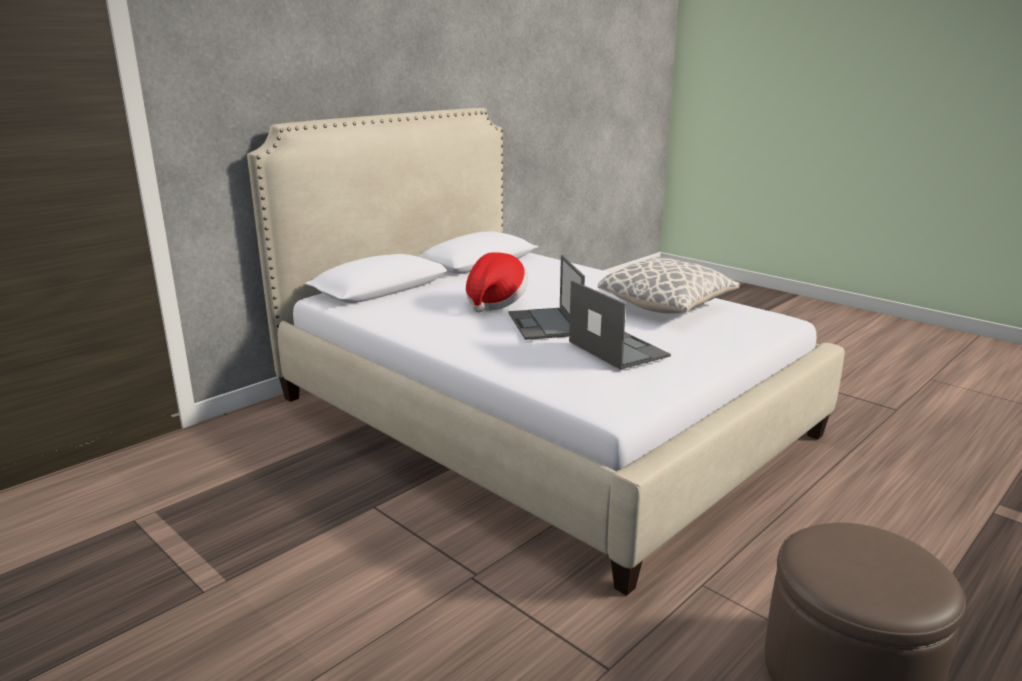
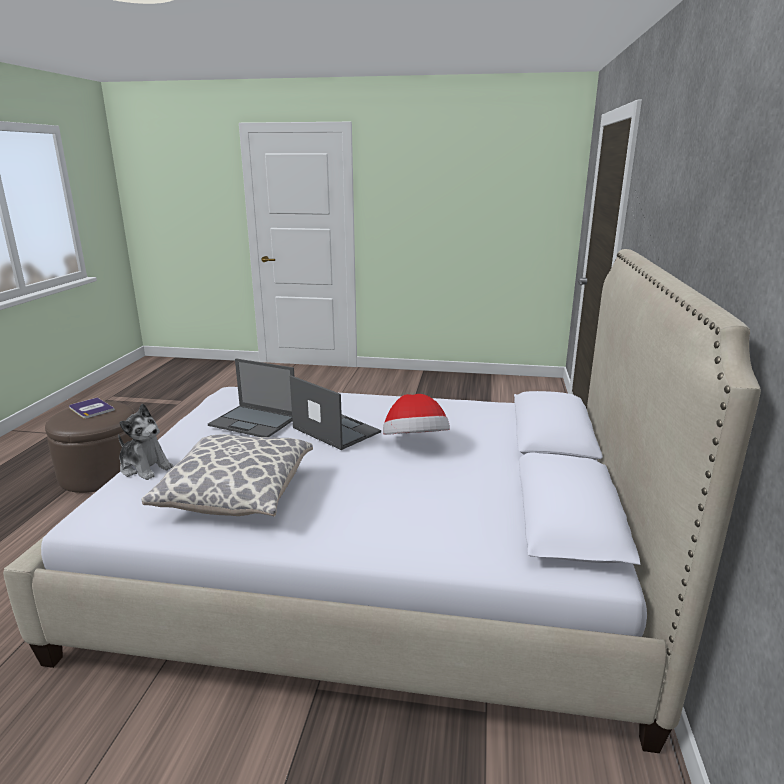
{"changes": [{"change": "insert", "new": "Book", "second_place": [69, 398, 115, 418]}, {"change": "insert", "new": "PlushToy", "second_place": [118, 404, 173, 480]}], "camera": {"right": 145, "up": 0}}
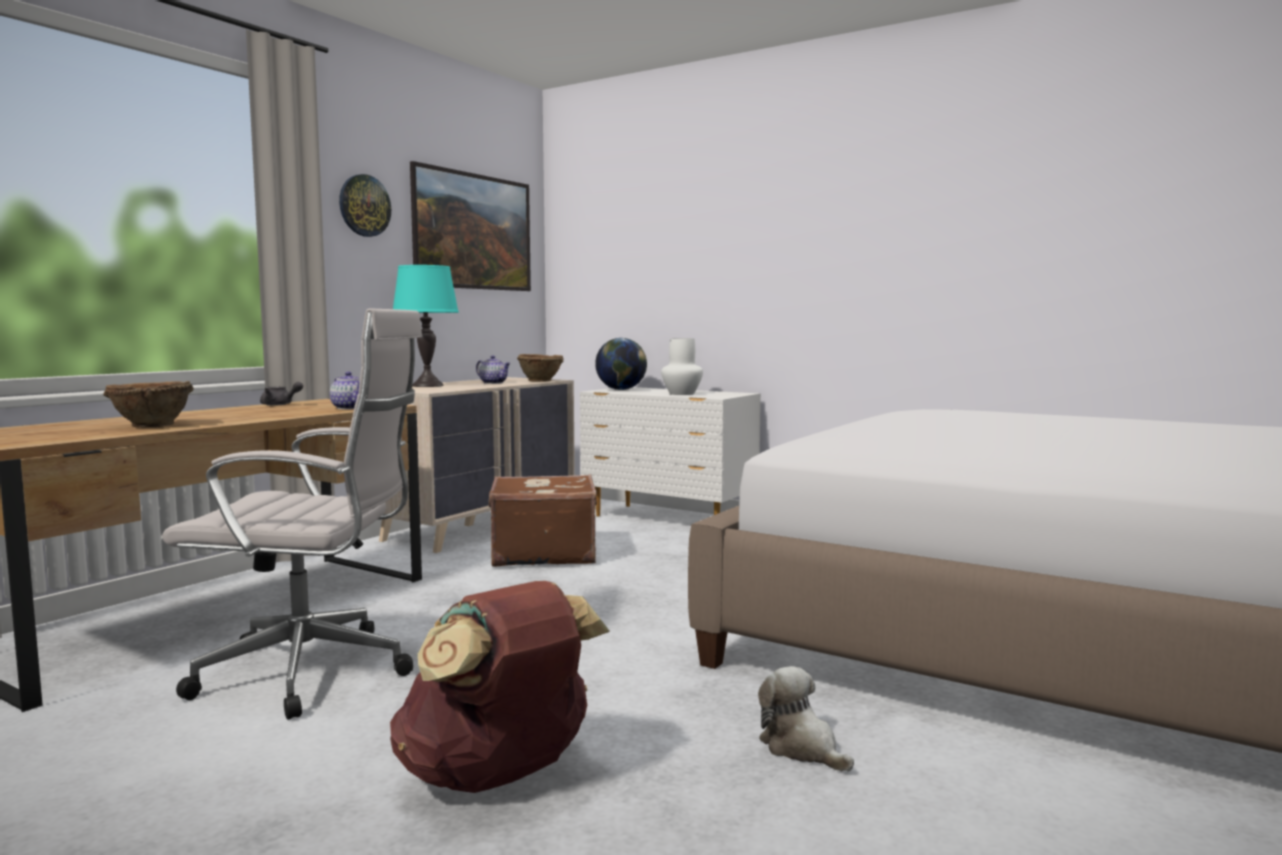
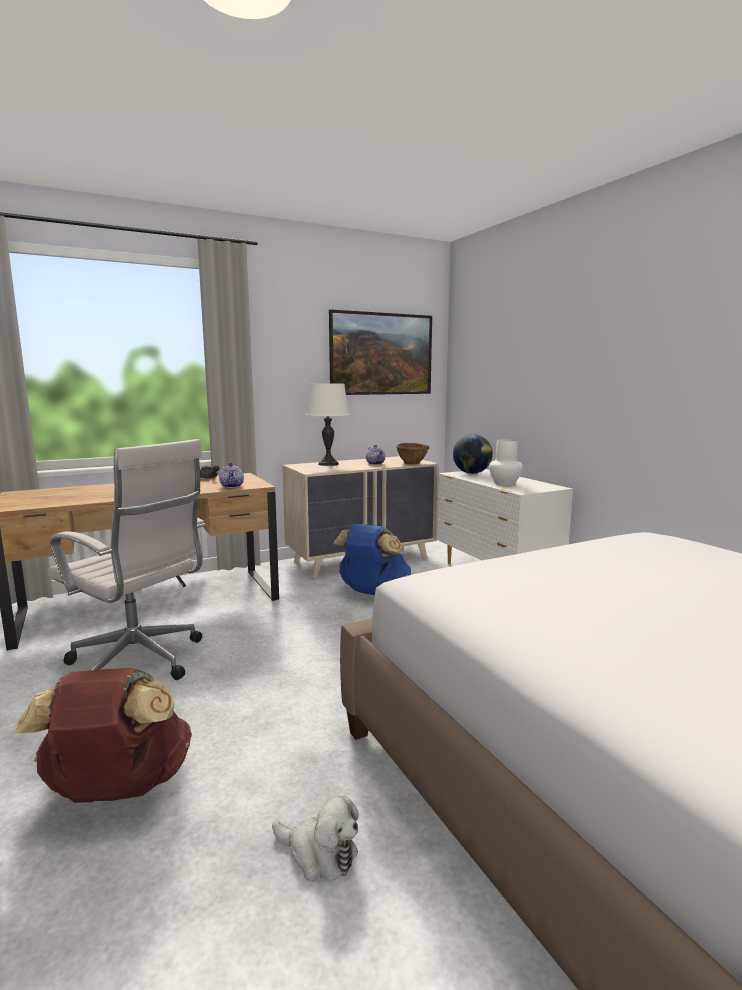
{"changes": [{"change": "delete", "old": "BrownBowl", "first_place": [103, 381, 194, 428]}, {"change": "delete", "old": "WallClock", "first_place": [339, 174, 391, 237]}, {"change": "replace", "old": "BrownSuitcase", "new": "BlueBackpack", "first_place": [489, 474, 597, 567], "second_place": [333, 524, 411, 595]}, {"change": "recolor", "old": "TurquoiseTableLamp", "new": "WhiteTableLamp", "first_place": [393, 265, 459, 387], "second_place": [306, 384, 350, 466]}, {"change": "rotate", "old": "PlushToy", "first_place": [758, 666, 854, 772], "second_place": [272, 796, 359, 881], "degrees": 120}], "camera": {"right": 30, "up": 5}}
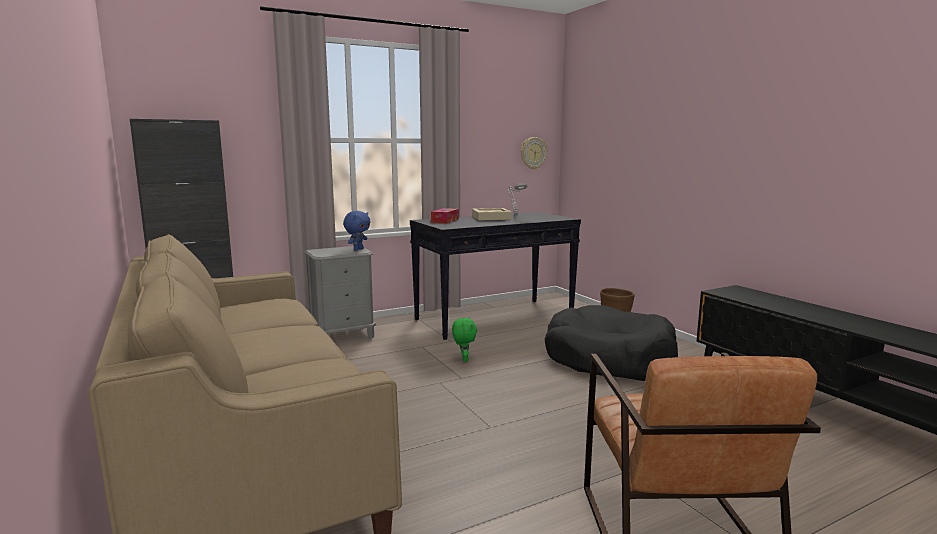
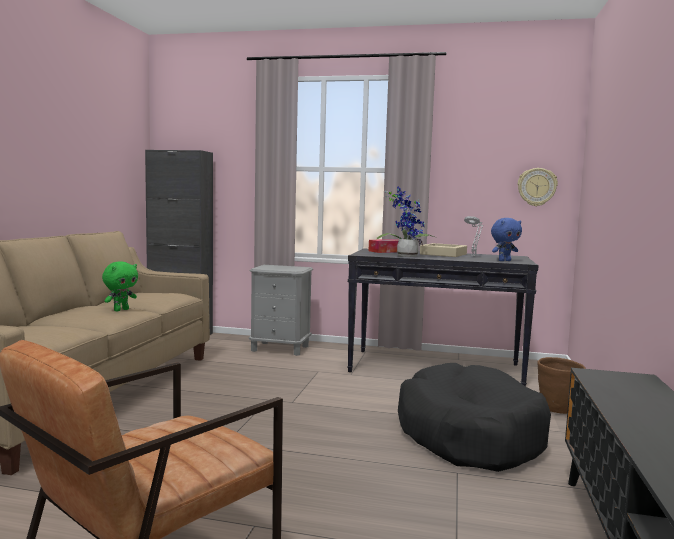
{"changes": [{"change": "insert", "new": "PottedPlant", "second_place": [376, 186, 436, 257]}, {"change": "move", "old": "BluePlushToy", "first_place": [343, 211, 370, 251], "second_place": [491, 218, 522, 261]}, {"change": "move", "old": "GreenPlushToy", "first_place": [452, 317, 477, 362], "second_place": [102, 262, 138, 311]}], "camera": {"right": 40, "up": -5}}
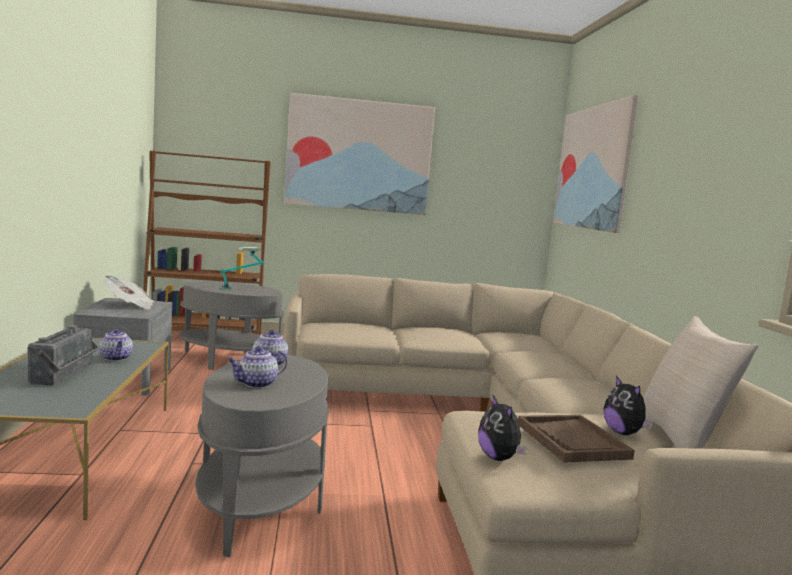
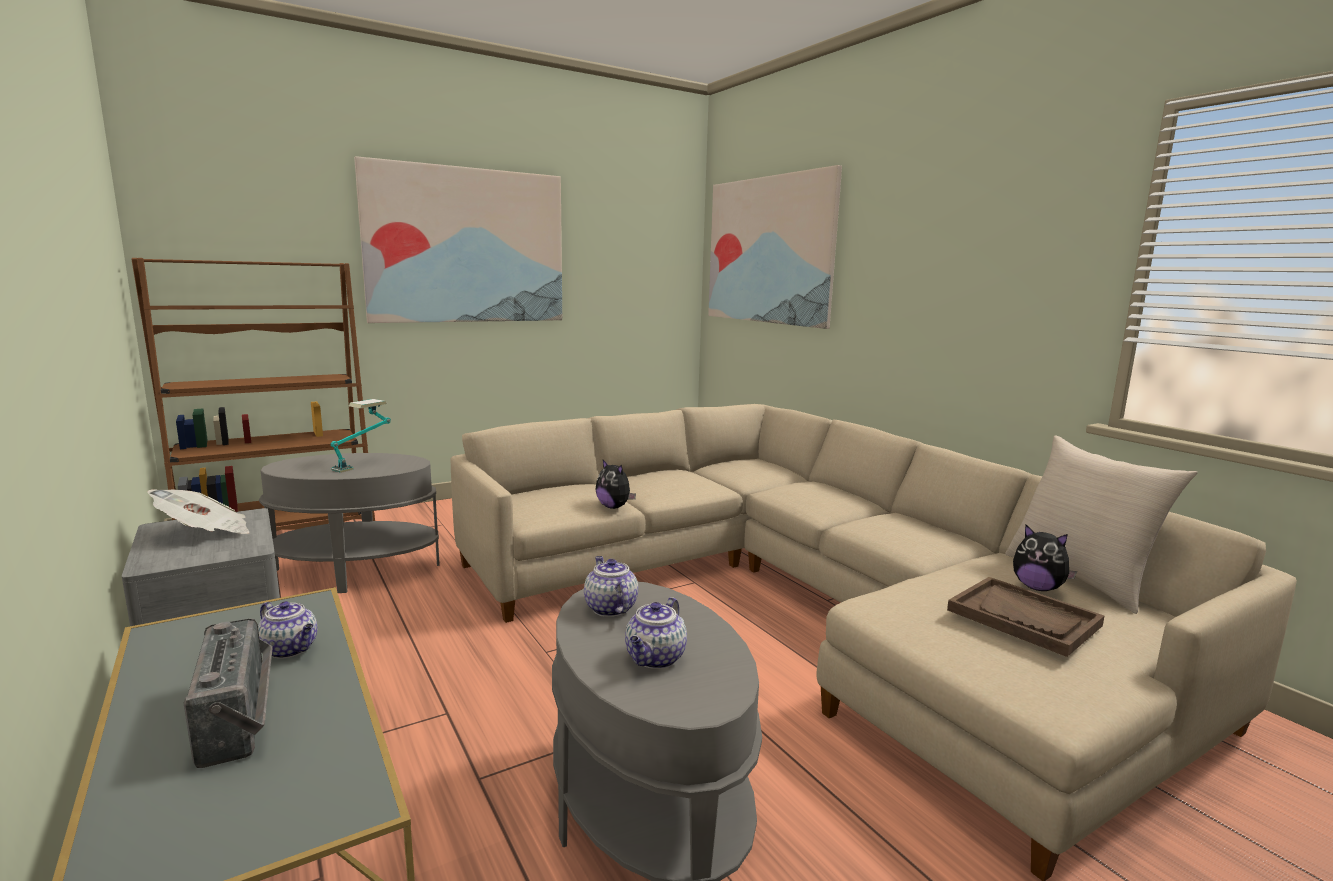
{"changes": [{"change": "move", "old": "PlushToy", "first_place": [478, 395, 526, 461], "second_place": [596, 460, 636, 509]}], "camera": {"right": -25, "up": 5}}
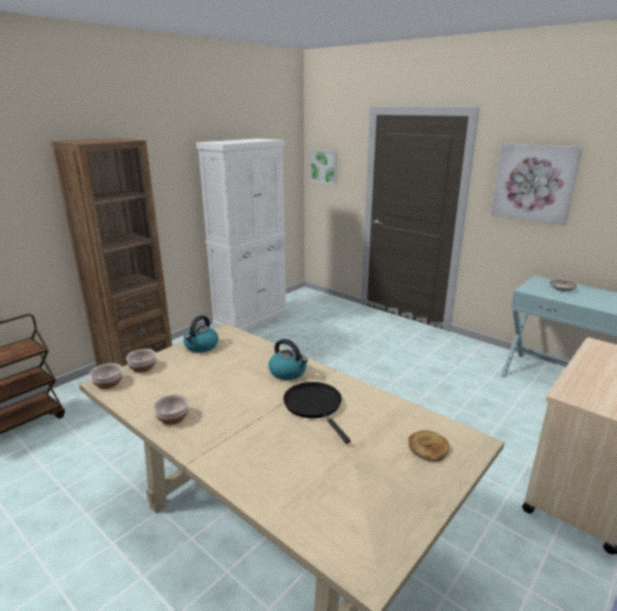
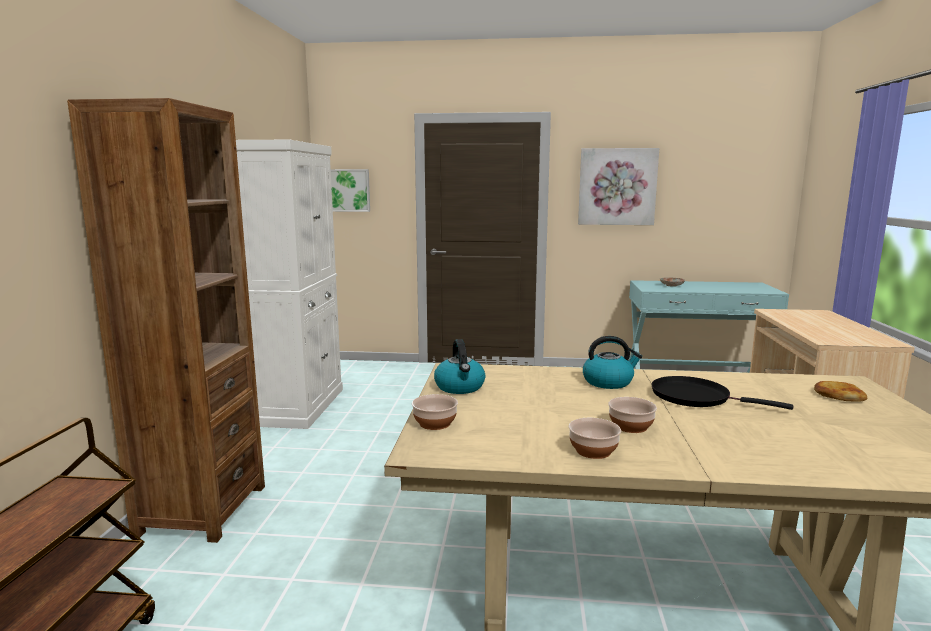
{"changes": [{"change": "move", "old": "Bowl", "first_place": [90, 363, 122, 389], "second_place": [608, 397, 657, 433]}], "camera": {"right": -35, "up": -10}}
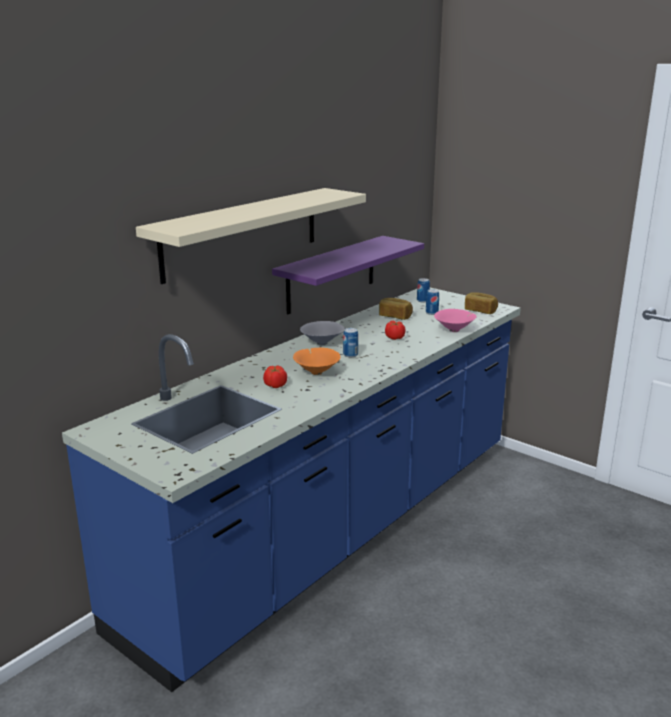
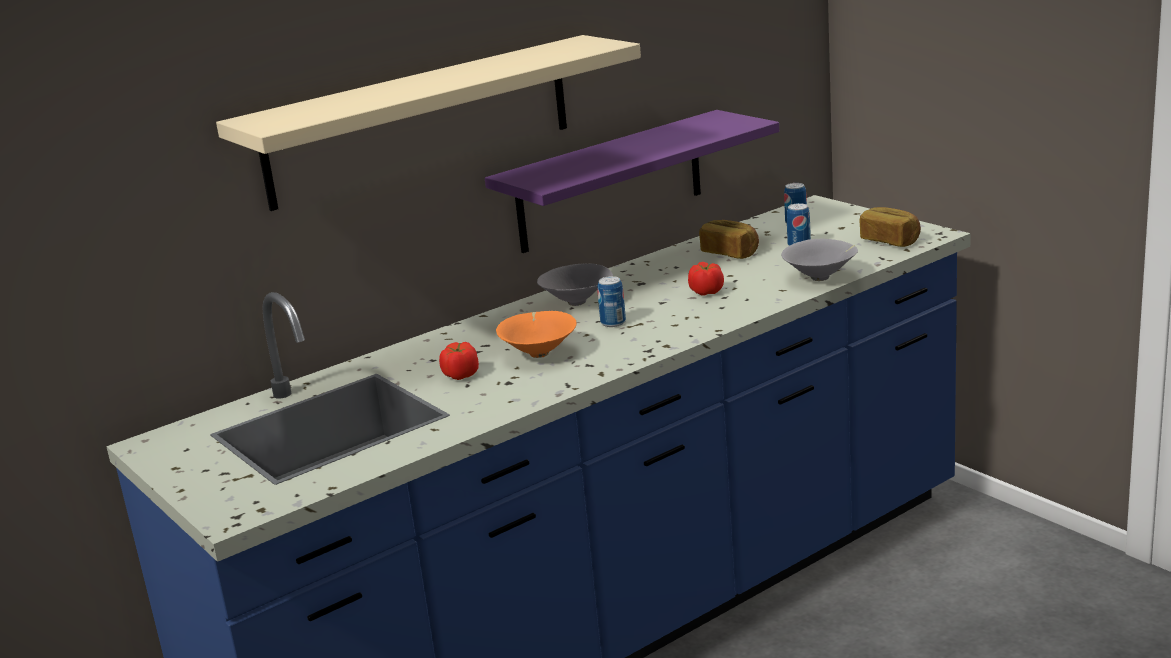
{"changes": [{"change": "recolor", "old": "PinkBowl", "new": "GreyBowl", "first_place": [434, 309, 477, 332], "second_place": [781, 239, 858, 281]}], "camera": {"right": 15, "up": 0}}
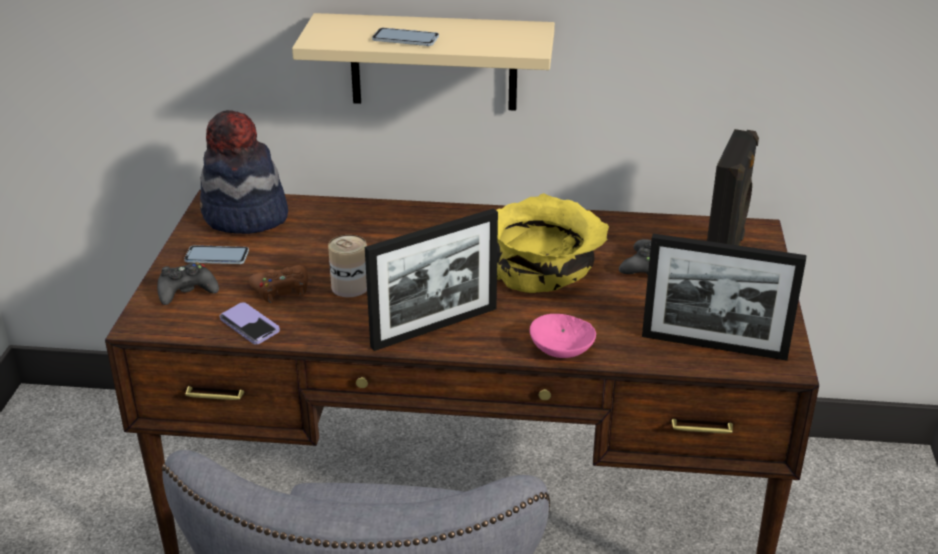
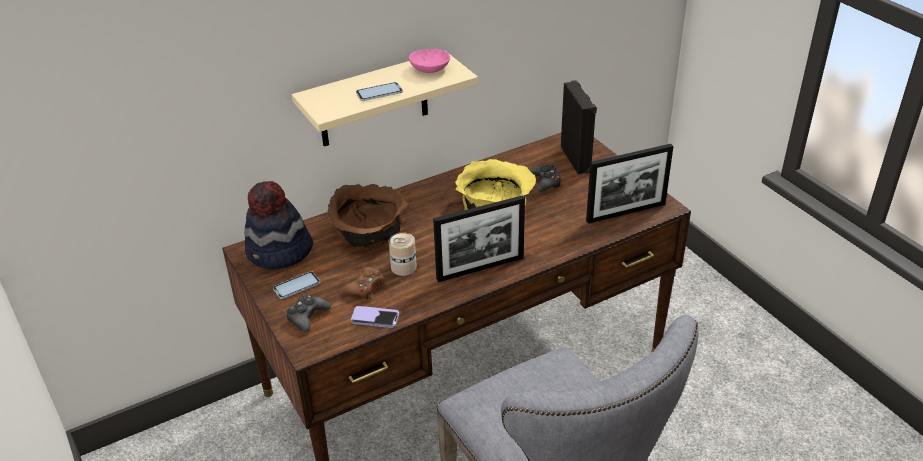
{"changes": [{"change": "insert", "new": "BrownBowl", "second_place": [327, 184, 408, 248]}, {"change": "move", "old": "PinkBowl", "first_place": [530, 314, 596, 358], "second_place": [409, 49, 450, 73]}, {"change": "rotate", "old": "PictureFrame", "first_place": [365, 208, 498, 351], "second_place": [433, 195, 525, 282], "degrees": 45}], "camera": {"right": -35, "up": 5}}
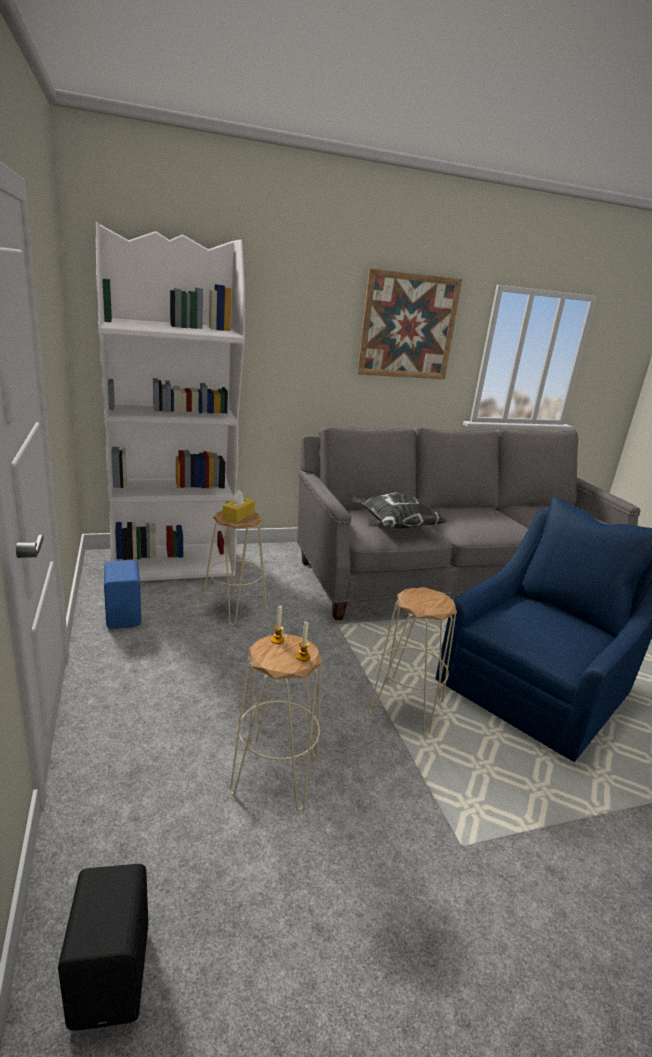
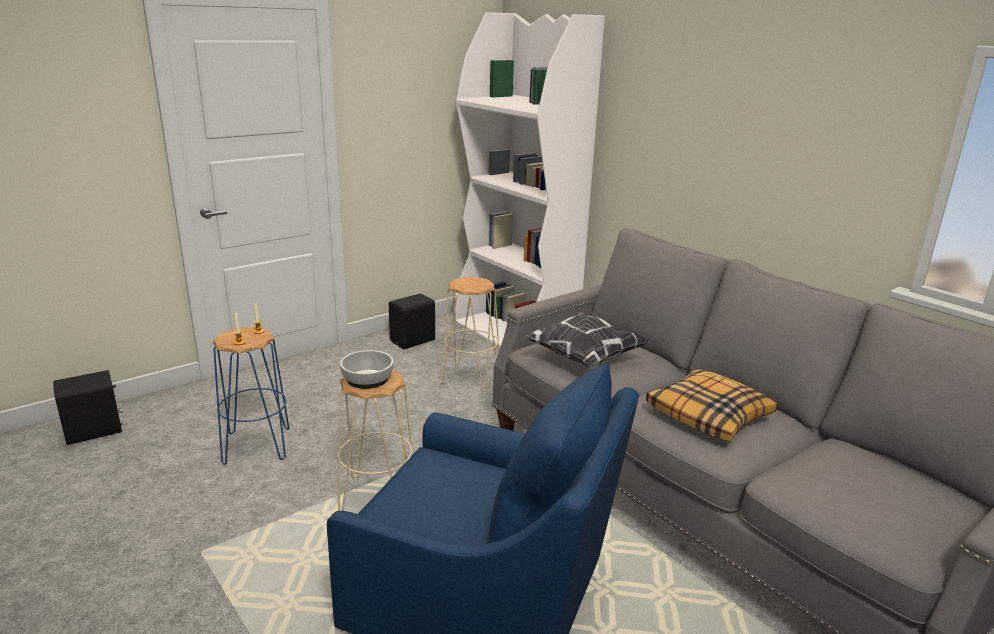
{"changes": [{"change": "delete", "old": "YellowTissueBox", "first_place": [222, 490, 255, 523]}, {"change": "delete", "old": "Picture", "first_place": [357, 268, 462, 379]}, {"change": "insert", "new": "Bowl", "second_place": [340, 350, 394, 389]}, {"change": "insert", "new": "Pillow", "second_place": [646, 368, 777, 441]}, {"change": "recolor", "old": "BlueSpeaker", "new": "BlackSpeaker", "first_place": [104, 560, 141, 629], "second_place": [389, 294, 435, 349]}, {"change": "recolor", "old": "BeigeStool", "new": "BlueStool", "first_place": [230, 633, 322, 811], "second_place": [213, 327, 290, 465]}], "camera": {"right": 70, "up": 0}}
